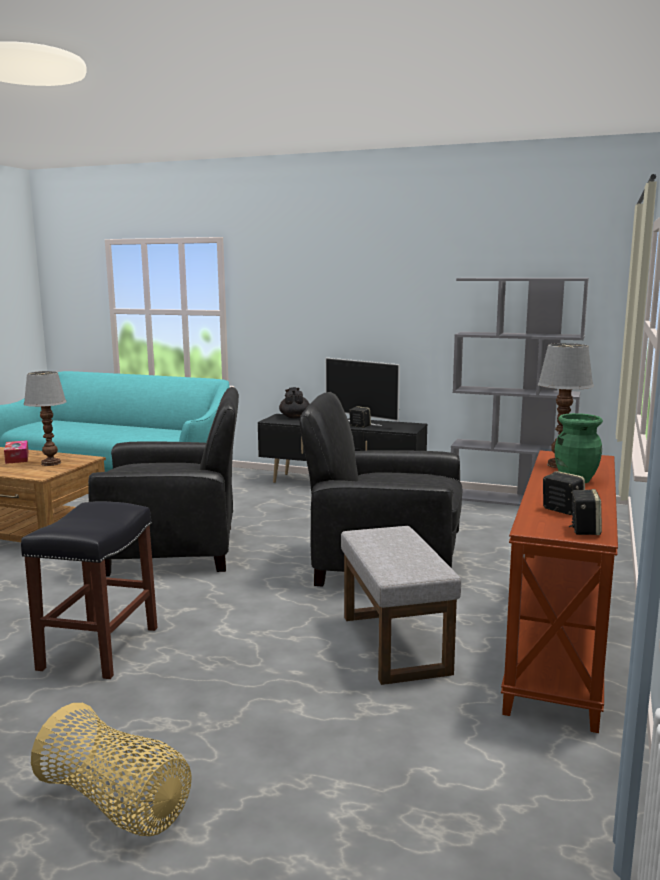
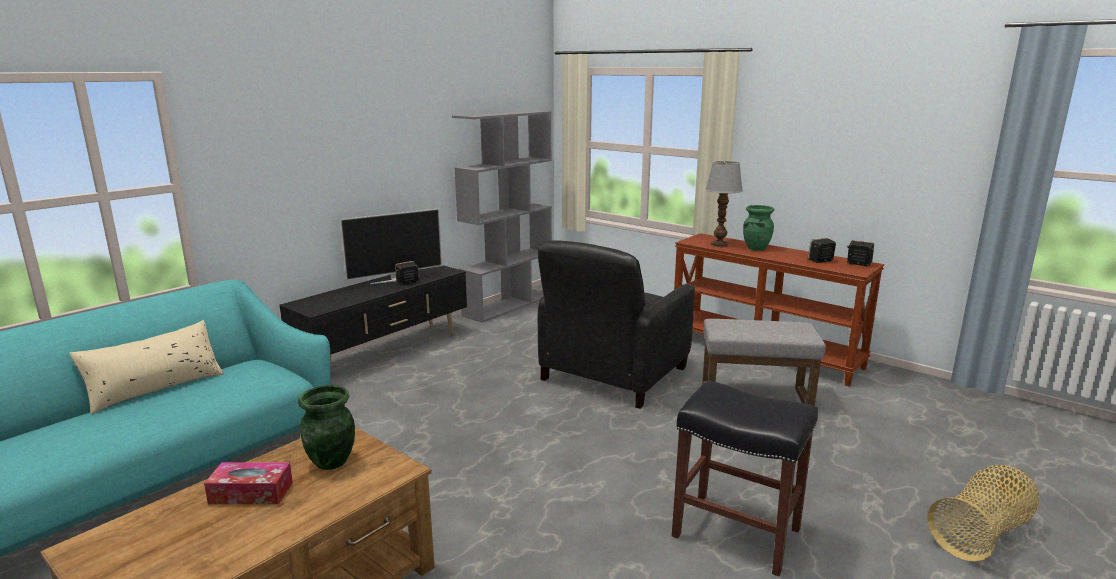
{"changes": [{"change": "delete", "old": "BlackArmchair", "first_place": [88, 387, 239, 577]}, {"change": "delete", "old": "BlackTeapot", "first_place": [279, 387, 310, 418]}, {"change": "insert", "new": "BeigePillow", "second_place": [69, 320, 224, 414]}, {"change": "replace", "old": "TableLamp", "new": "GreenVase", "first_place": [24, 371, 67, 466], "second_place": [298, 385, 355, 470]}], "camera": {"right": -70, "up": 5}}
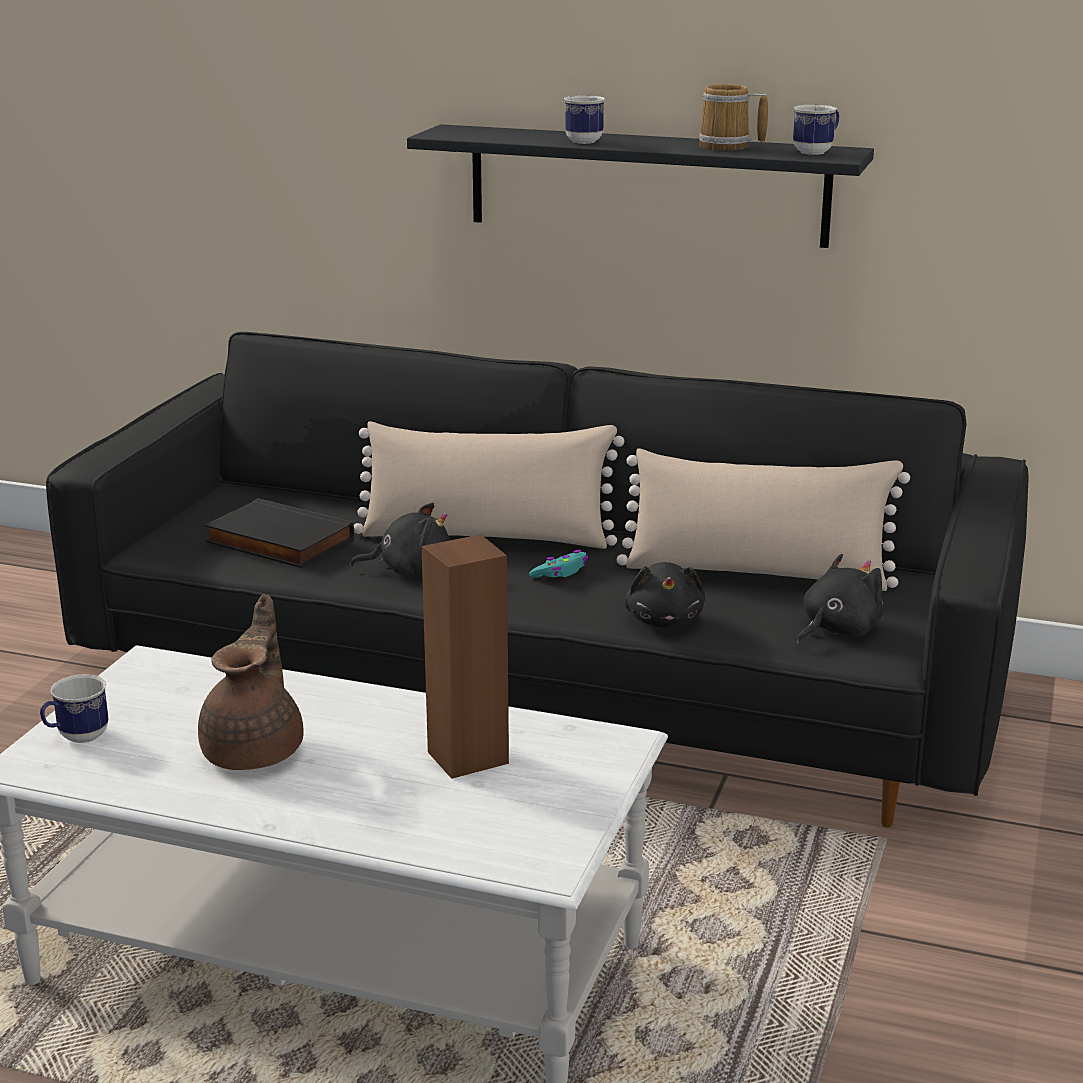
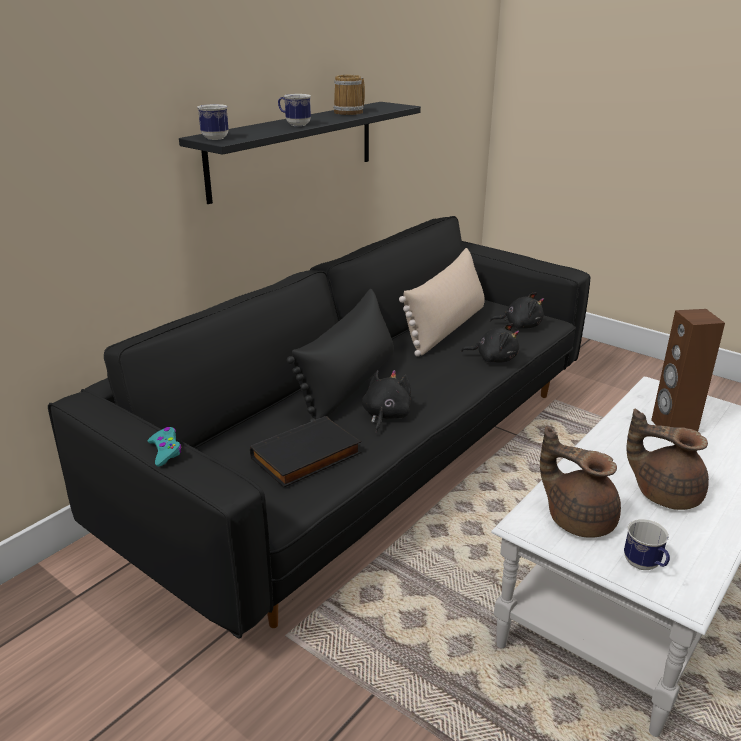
{"changes": [{"change": "insert", "new": "BrownTeapot", "second_place": [540, 426, 621, 538]}, {"change": "move", "old": "TurquoiseGameController", "first_place": [529, 550, 588, 578], "second_place": [148, 427, 181, 466]}, {"change": "move", "old": "Mug", "first_place": [793, 105, 840, 155], "second_place": [197, 104, 229, 140]}, {"change": "recolor", "old": "BeigePillow", "new": "BlackPillow", "first_place": [354, 421, 624, 549], "second_place": [287, 289, 394, 422]}, {"change": "rotate", "old": "BlackPlushToy", "first_place": [797, 554, 884, 644], "second_place": [490, 292, 544, 329], "degrees": 120}], "camera": {"right": -70, "up": 5}}
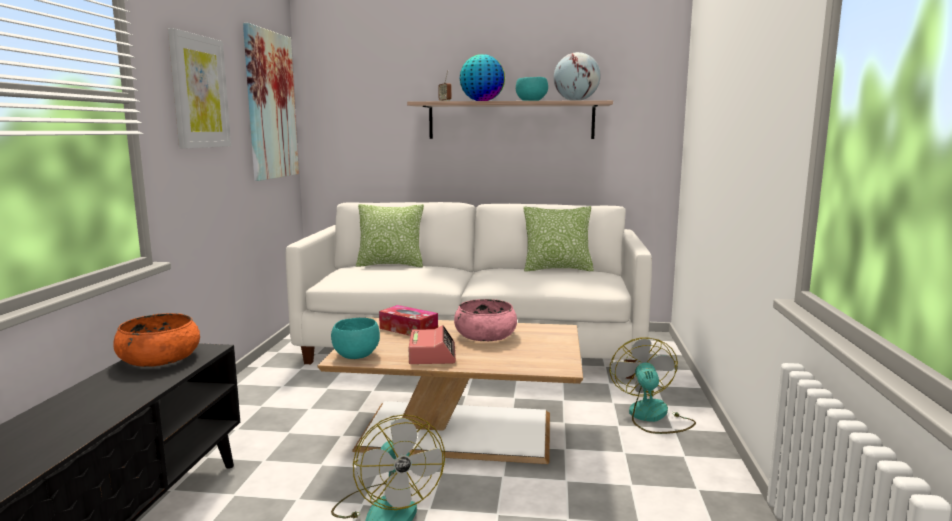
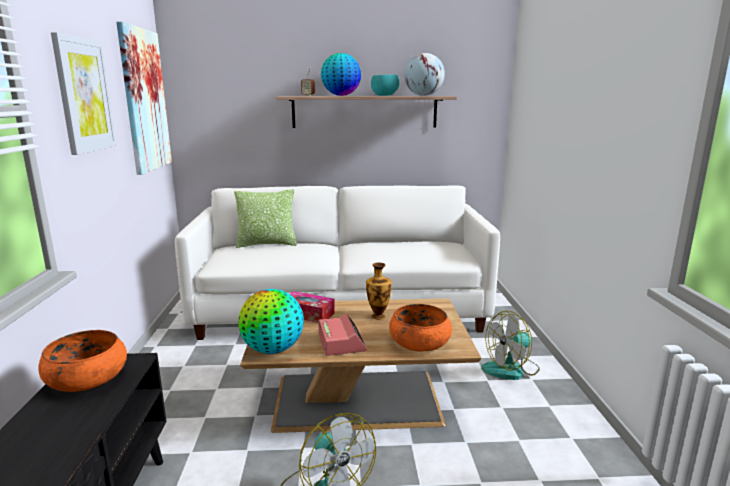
{"changes": [{"change": "delete", "old": "Pillow", "first_place": [524, 206, 594, 272]}, {"change": "insert", "new": "OrangeBowl", "second_place": [389, 304, 452, 351]}, {"change": "replace", "old": "TurquoiseBowl", "new": "Globe", "first_place": [331, 318, 380, 359], "second_place": [238, 289, 304, 354]}, {"change": "replace", "old": "PinkBowl", "new": "Vase", "first_place": [454, 299, 517, 341], "second_place": [366, 263, 392, 320]}, {"change": "rotate", "old": "Fan", "first_place": [610, 337, 696, 434], "second_place": [481, 311, 540, 380], "degrees": -105}], "camera": {"right": -10, "up": 5}}
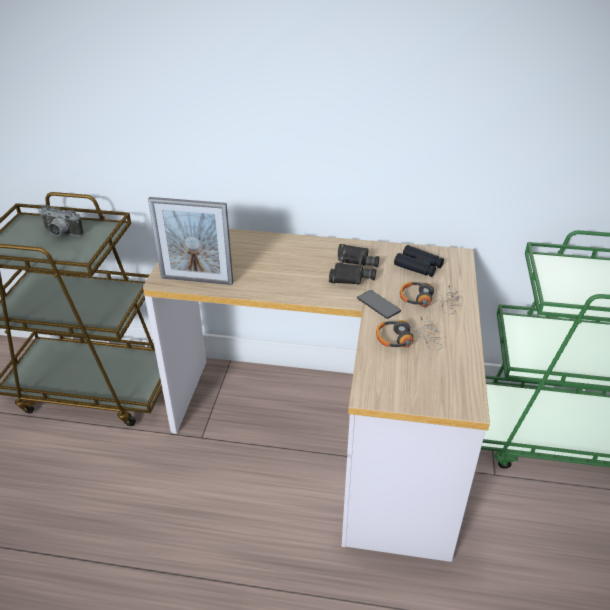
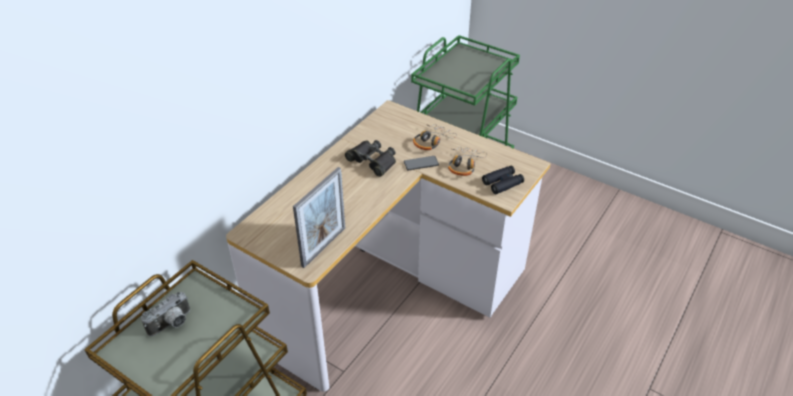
{"changes": [{"change": "move", "old": "BlackBinoculars", "first_place": [394, 245, 444, 277], "second_place": [482, 166, 524, 194]}], "camera": {"right": -65, "up": 5}}
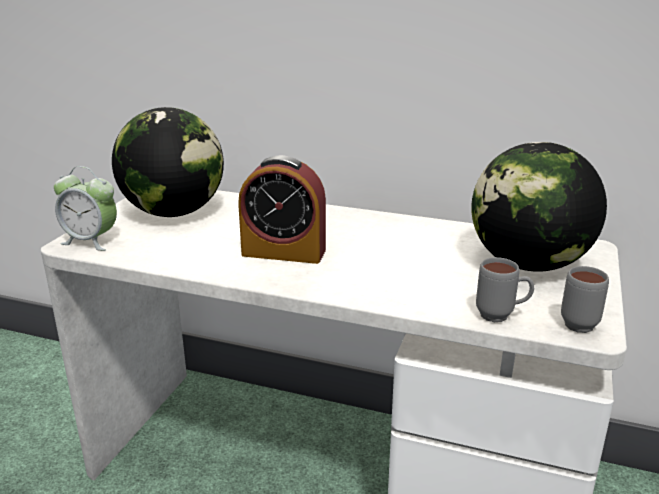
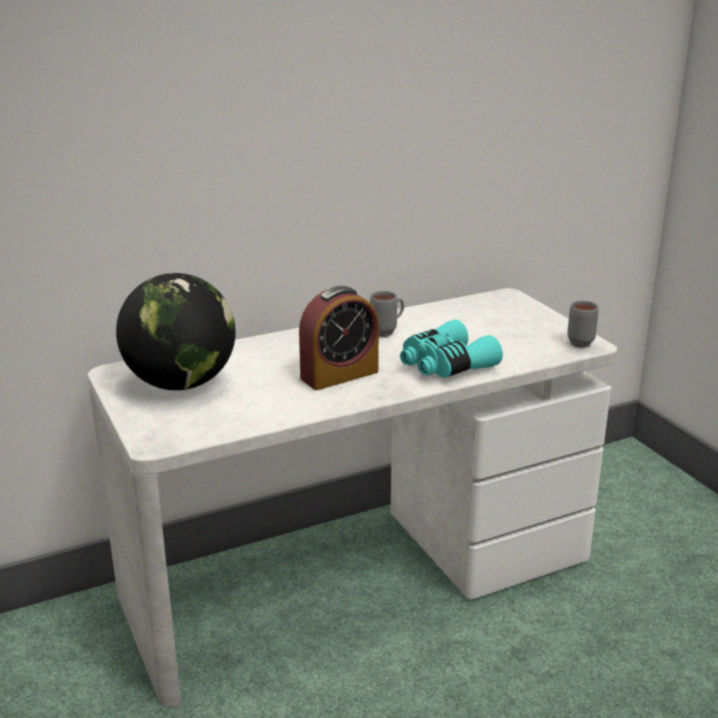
{"changes": [{"change": "delete", "old": "AlarmClock", "first_place": [54, 166, 117, 251]}, {"change": "delete", "old": "Globe", "first_place": [471, 142, 607, 272]}, {"change": "insert", "new": "TurquoiseBinoculars", "second_place": [400, 320, 503, 378]}, {"change": "move", "old": "GreyMug", "first_place": [476, 257, 534, 322], "second_place": [370, 291, 404, 337]}], "camera": {"right": -45, "up": 0}}
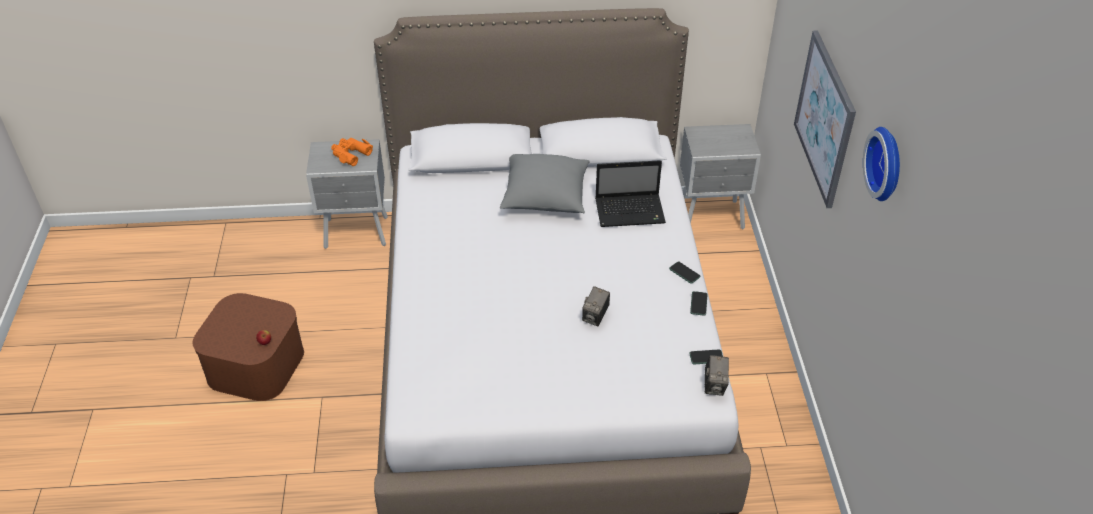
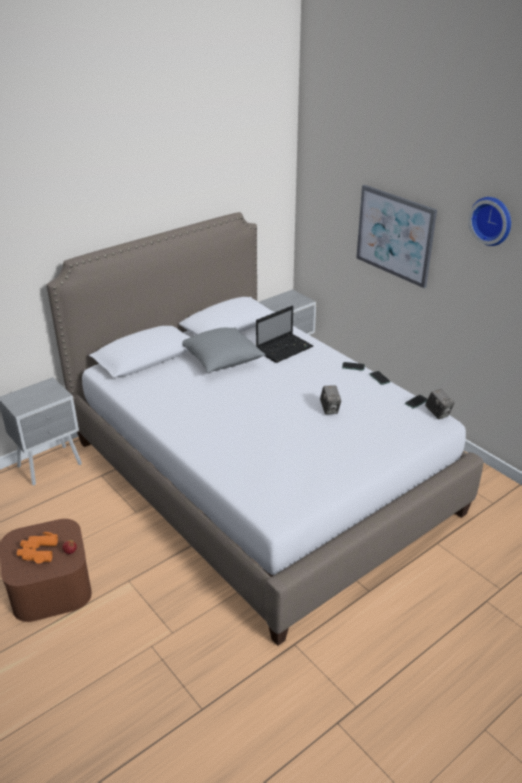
{"changes": [{"change": "move", "old": "OrangeBinoculars", "first_place": [331, 138, 373, 166], "second_place": [17, 532, 58, 564]}], "camera": {"right": -35, "up": -10}}
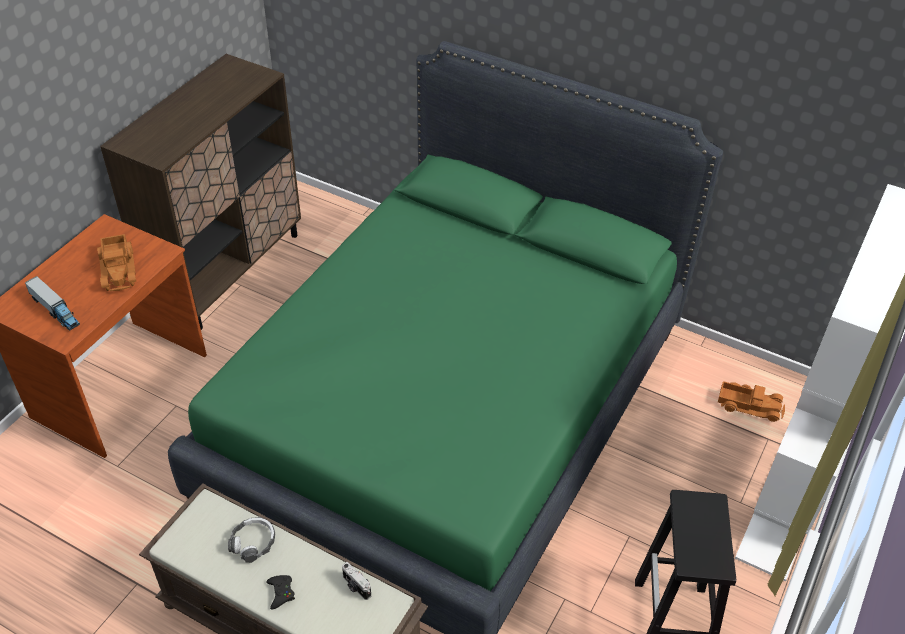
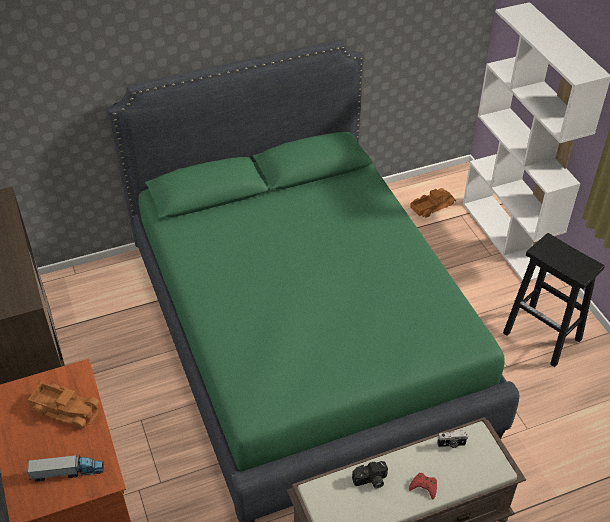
{"changes": [{"change": "replace", "old": "Headphones", "new": "PhotoCamera", "first_place": [228, 517, 275, 563], "second_place": [352, 461, 388, 489]}, {"change": "recolor", "old": "BlackGameController", "new": "RedGameController", "first_place": [266, 575, 295, 609], "second_place": [409, 473, 437, 500]}], "camera": {"right": -50, "up": 0}}
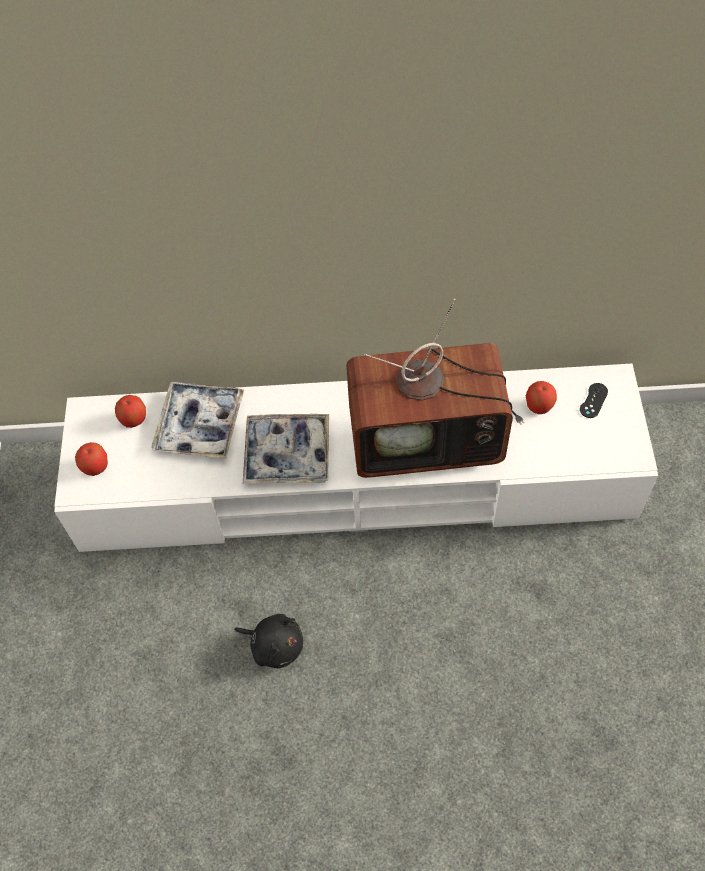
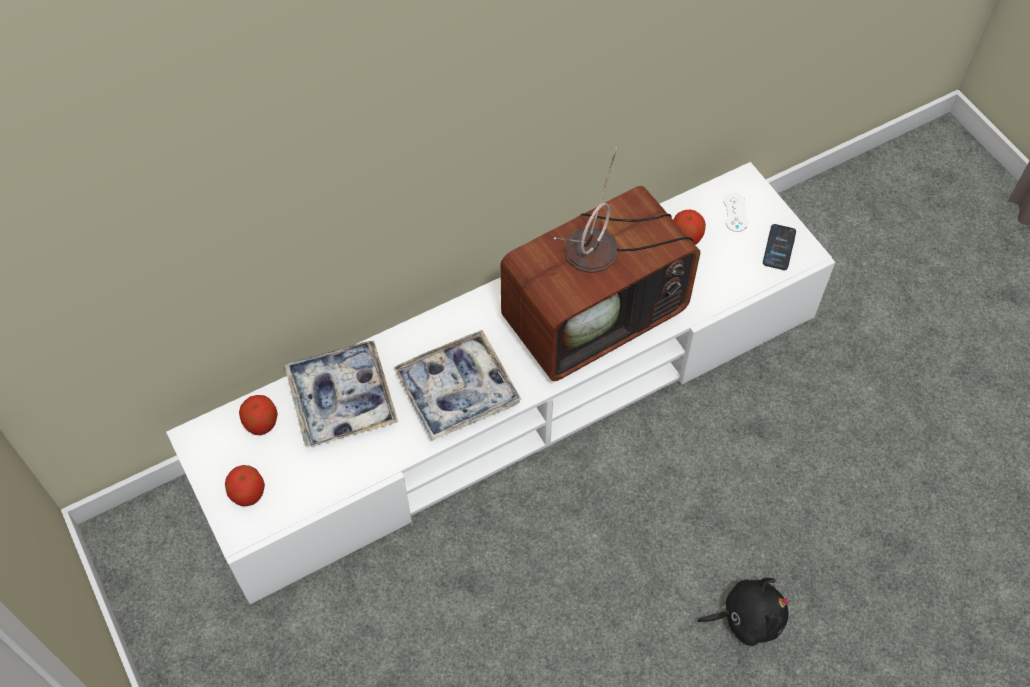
{"changes": [{"change": "insert", "new": "Phone", "second_place": [763, 224, 796, 270]}, {"change": "move", "old": "BlackPlushToy", "first_place": [234, 614, 303, 668], "second_place": [697, 578, 791, 646]}, {"change": "recolor", "old": "BlackGameController", "new": "WhiteGameController", "first_place": [580, 383, 608, 418], "second_place": [724, 193, 747, 232]}], "camera": {"right": -30, "up": 0}}
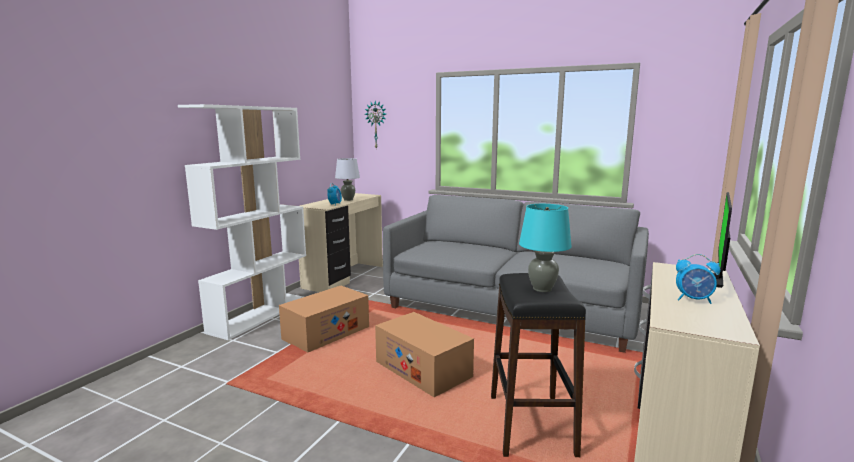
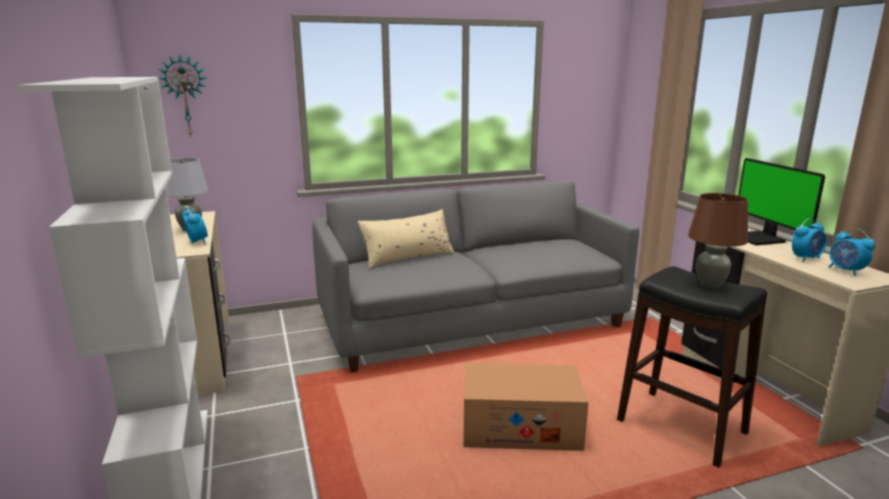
{"changes": [{"change": "delete", "old": "CardboardBox", "first_place": [279, 286, 369, 353]}, {"change": "insert", "new": "BeigePillow", "second_place": [358, 209, 455, 269]}, {"change": "insert", "new": "AlarmClock", "second_place": [829, 229, 876, 276]}, {"change": "recolor", "old": "TurquoiseTableLamp", "new": "BrownTableLamp", "first_place": [519, 204, 572, 292], "second_place": [688, 193, 748, 288]}], "camera": {"right": -45, "up": 5}}
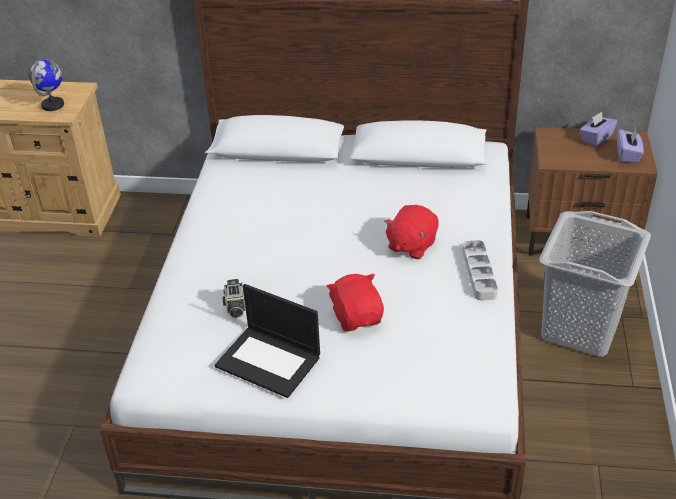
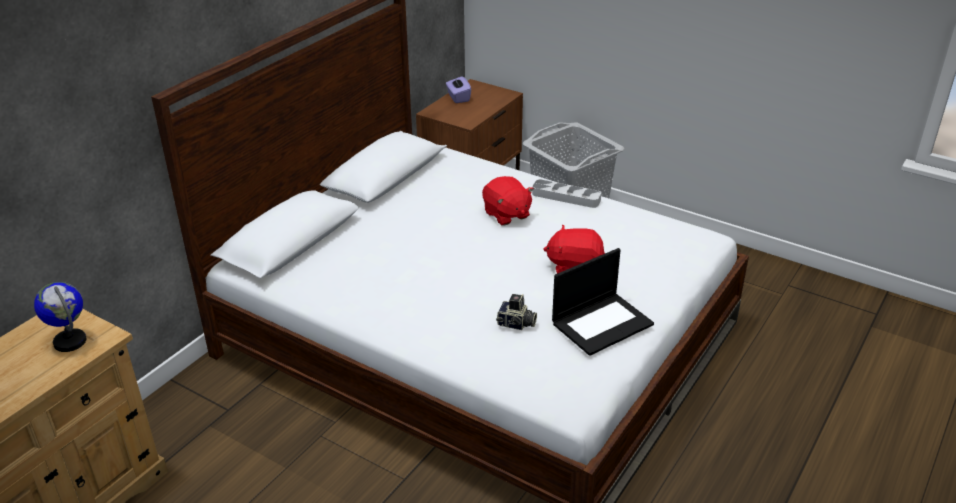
{"changes": [{"change": "delete", "old": "PurpleTissueBox", "first_place": [617, 129, 644, 163]}], "camera": {"right": -65, "up": -5}}
